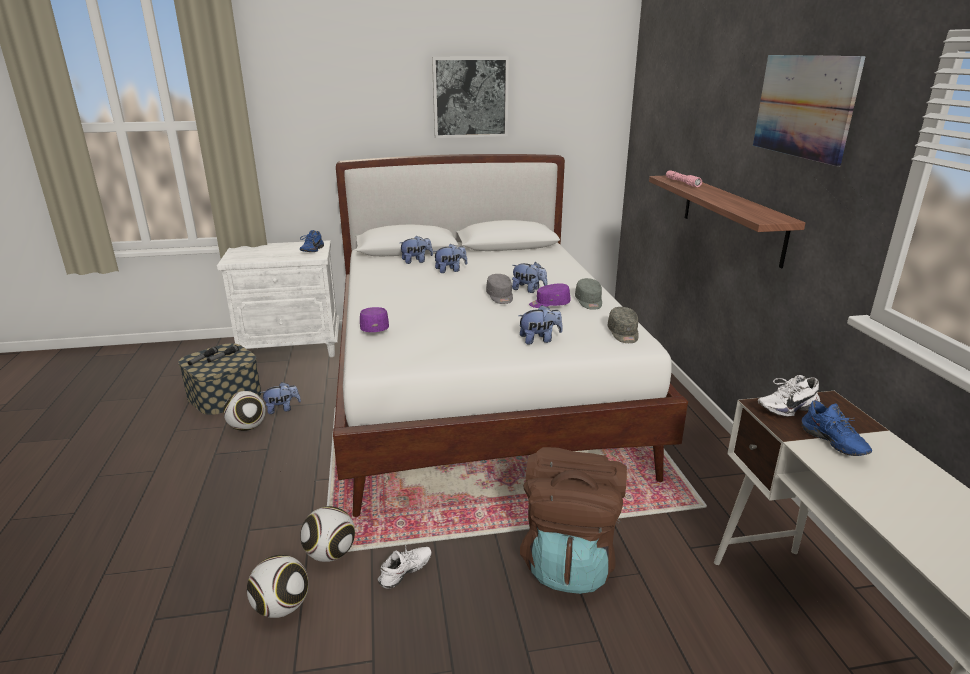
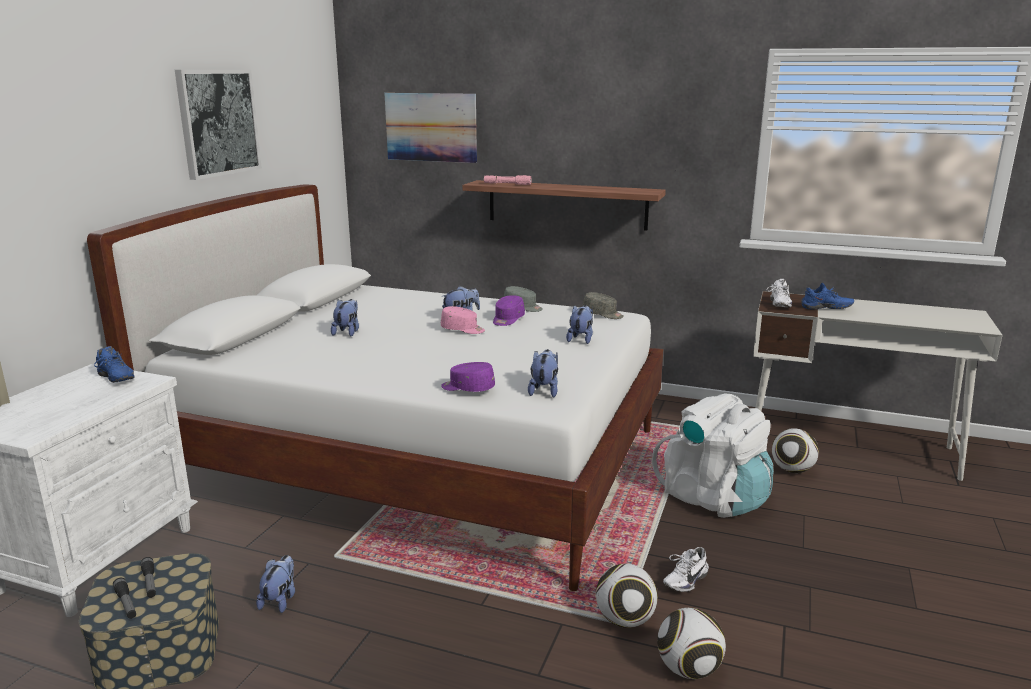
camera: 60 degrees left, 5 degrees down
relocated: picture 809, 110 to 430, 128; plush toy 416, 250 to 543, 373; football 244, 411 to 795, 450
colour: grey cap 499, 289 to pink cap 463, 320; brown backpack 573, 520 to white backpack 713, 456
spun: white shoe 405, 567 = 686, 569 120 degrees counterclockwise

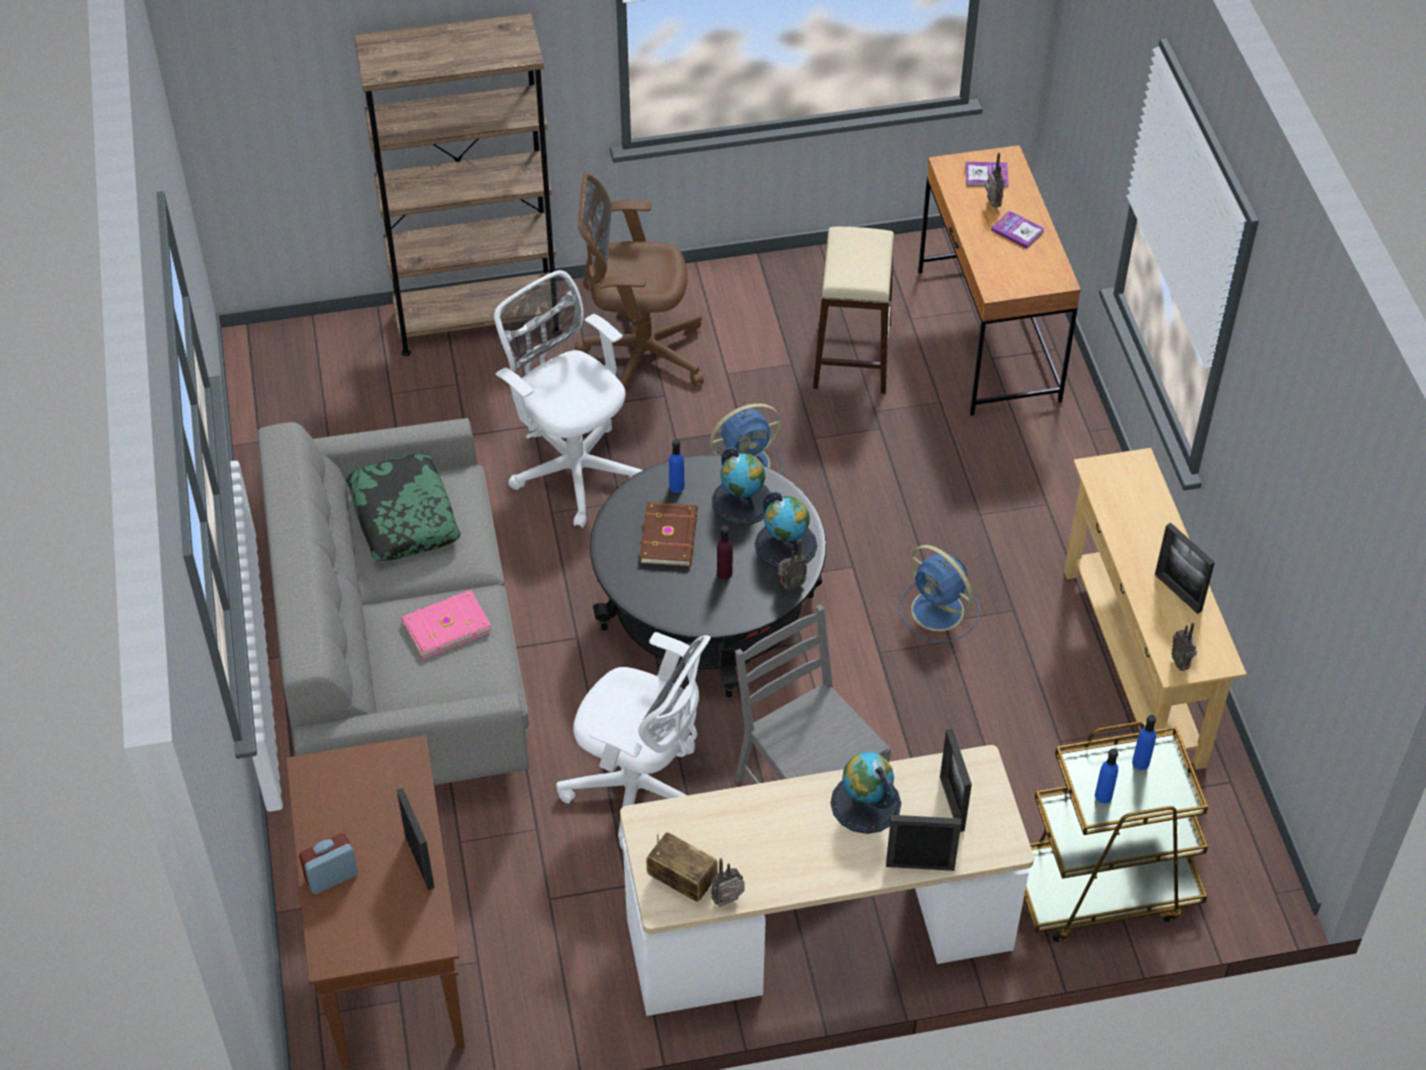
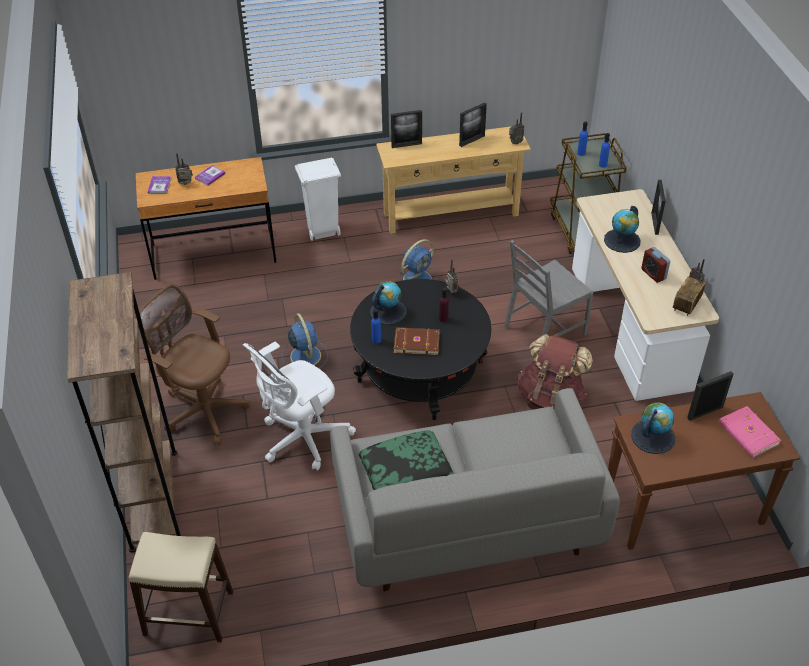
camera: 90 degrees left, 5 degrees down
appeared: white trash can 318, 199
relocated: beige stool 853, 310 to 181, 587; picture frame 956, 780 to 406, 129; globe 786, 530 to 653, 428; alarm clock 328, 863 to 655, 265; pink book 446, 624 to 750, 432
exchanged: white office chair 633, 741 to brown backpack 555, 371
spun: brown office chair 639, 282 = 192, 364 120 degrees clockwise

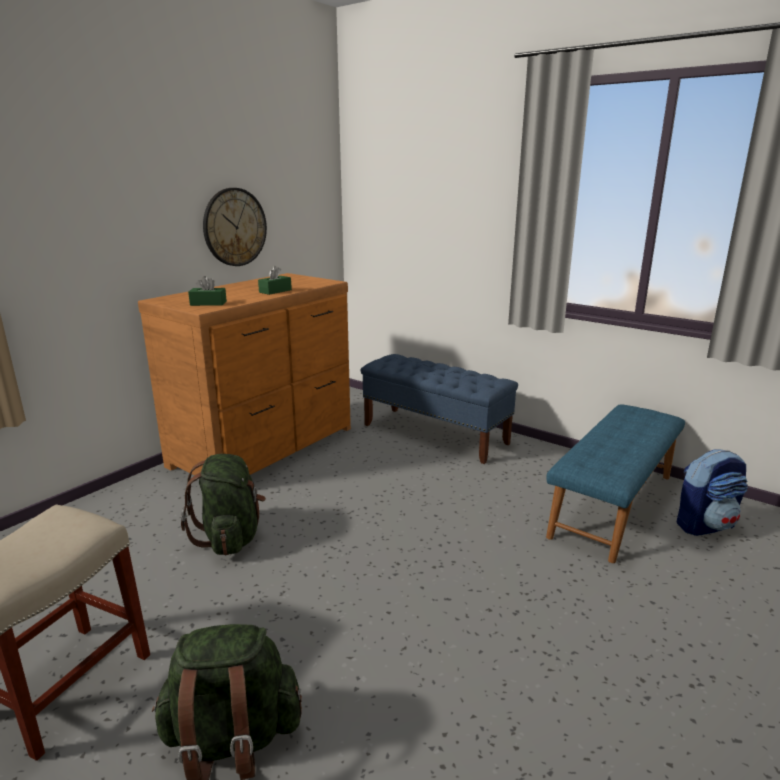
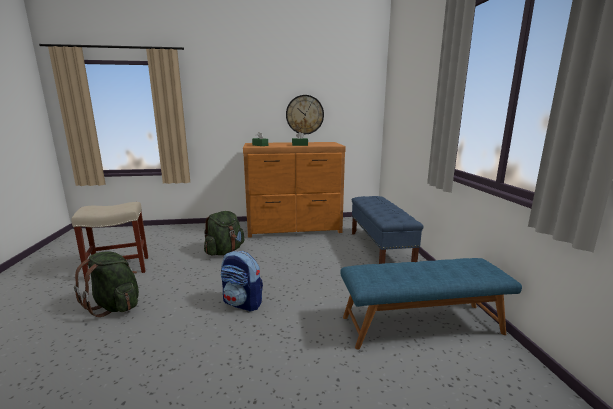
camera: 45 degrees right, 5 degrees down
relocated: backpack 712, 492 to 242, 281

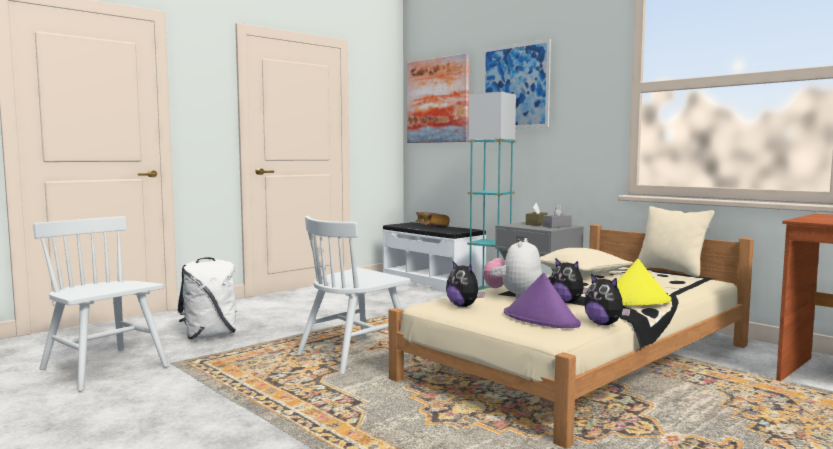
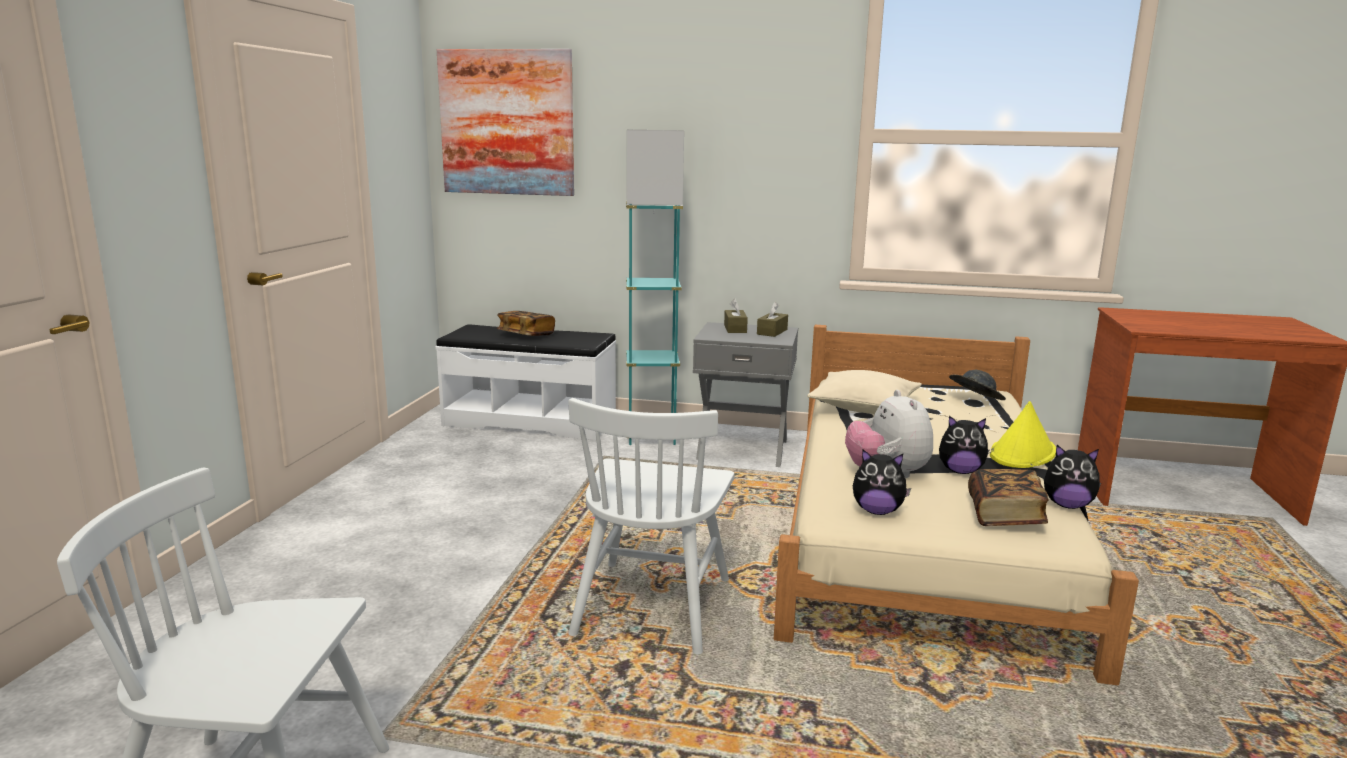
camera: 35 degrees left, 10 degrees up
missing: white backpack 206, 298; picture 517, 83; beige pillow 676, 241
appeared: grey hat 977, 385
exchanged: purple hat 542, 300 to book 1008, 497
colour: grey tissue box 557, 216 to brown tissue box 772, 319

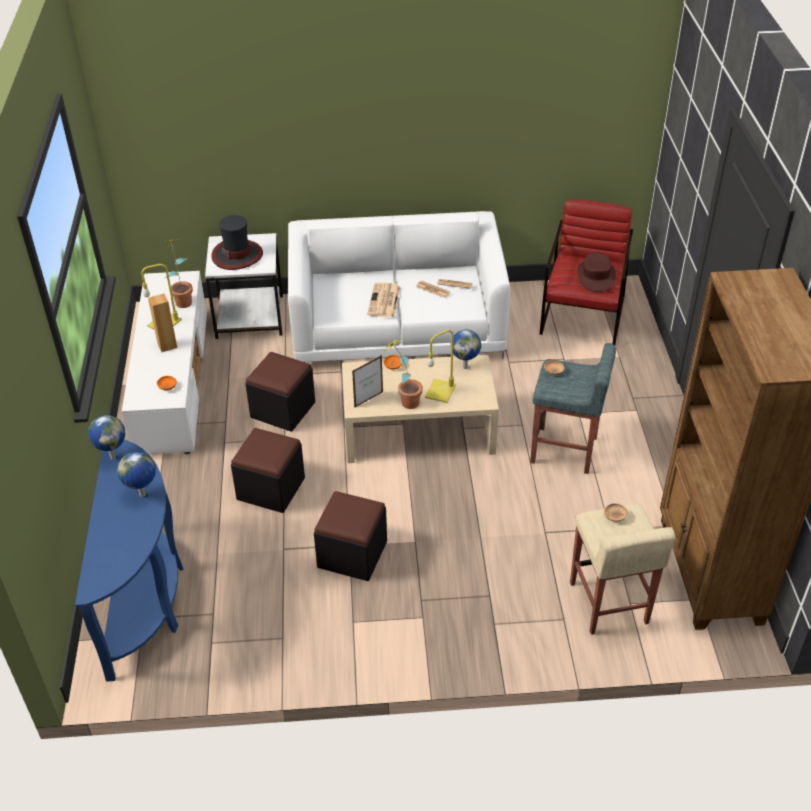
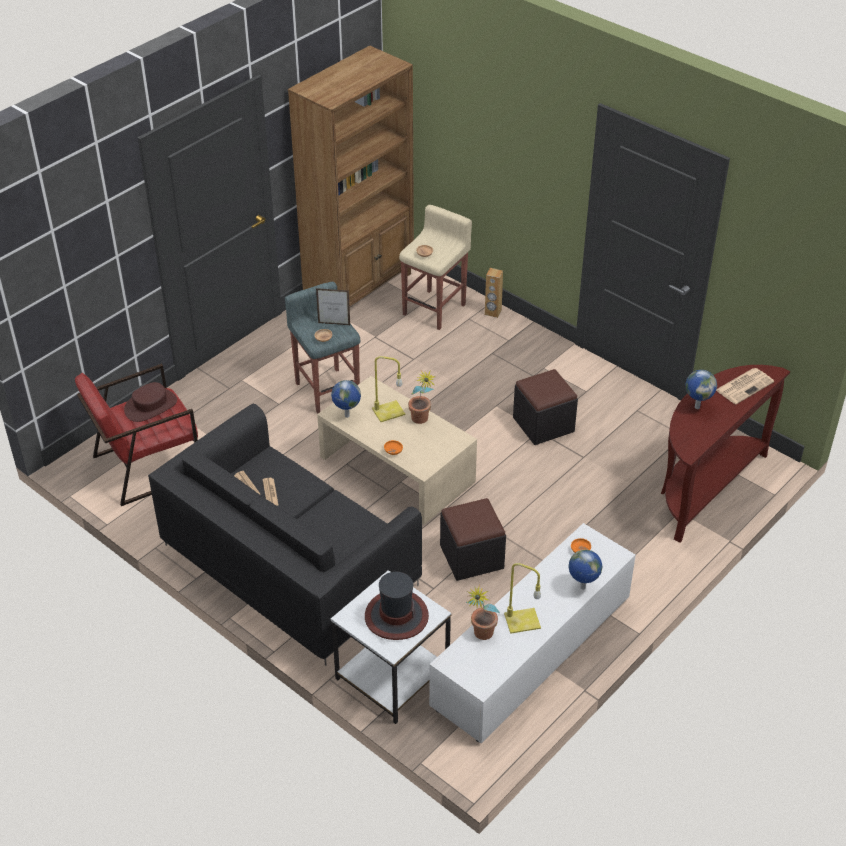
camera: 135 degrees left, 0 degrees up
missing: black ottoman 268, 470
relocated: picture frame 367, 381 to 333, 306; brown speaker 162, 322 to 494, 293; globe 106, 437 to 585, 569; newspaper 383, 299 to 745, 386
colour: white sofa 399, 286 to black sofa 285, 534; blue console table 129, 561 to brown console table 725, 454

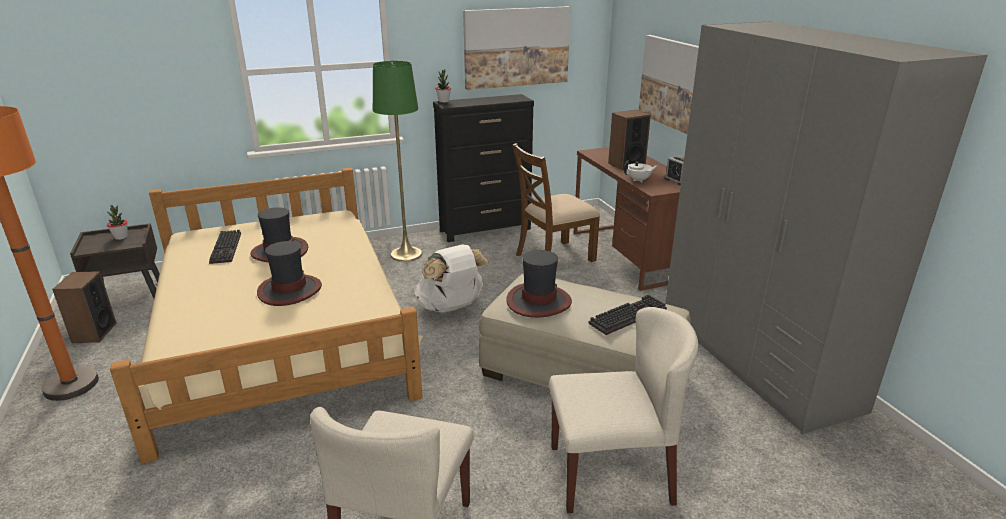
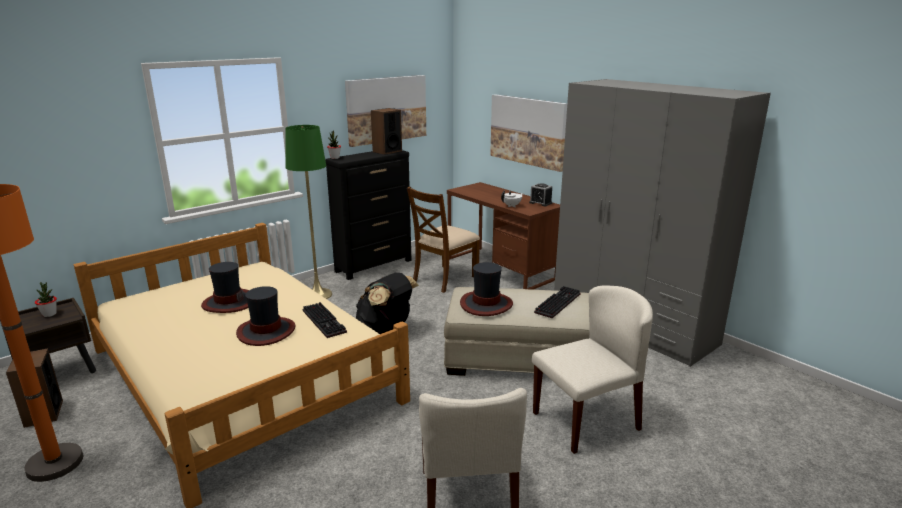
camera: 20 degrees left, 5 degrees down
relocated: keyboard 225, 247 to 325, 320; speaker 629, 140 to 386, 131
colour: white backpack 451, 278 to black backpack 387, 303

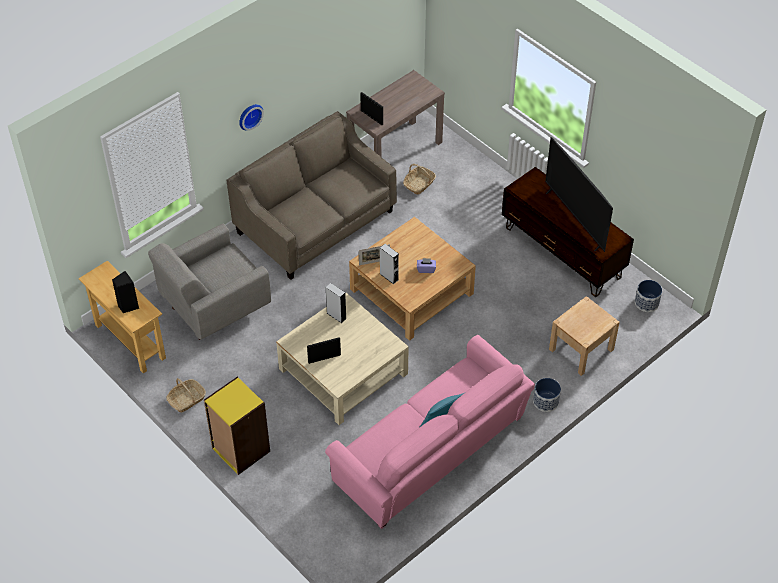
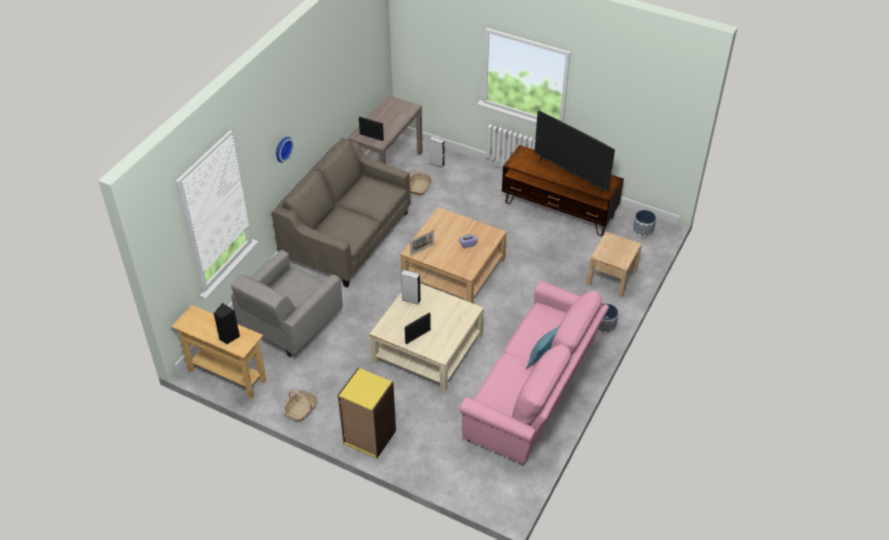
camera: 20 degrees left, 5 degrees down
relocated: grey speaker 389, 264 to 437, 152

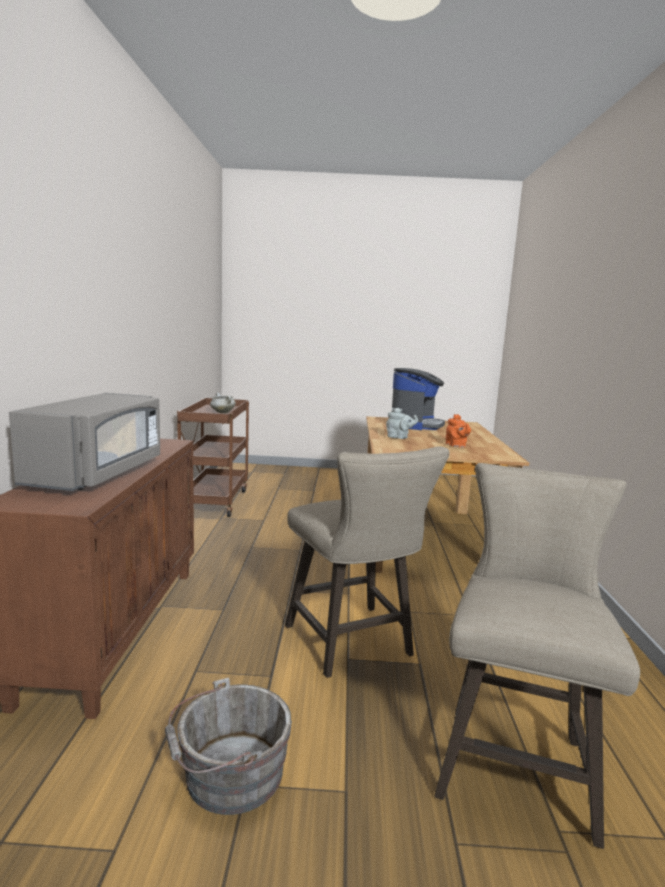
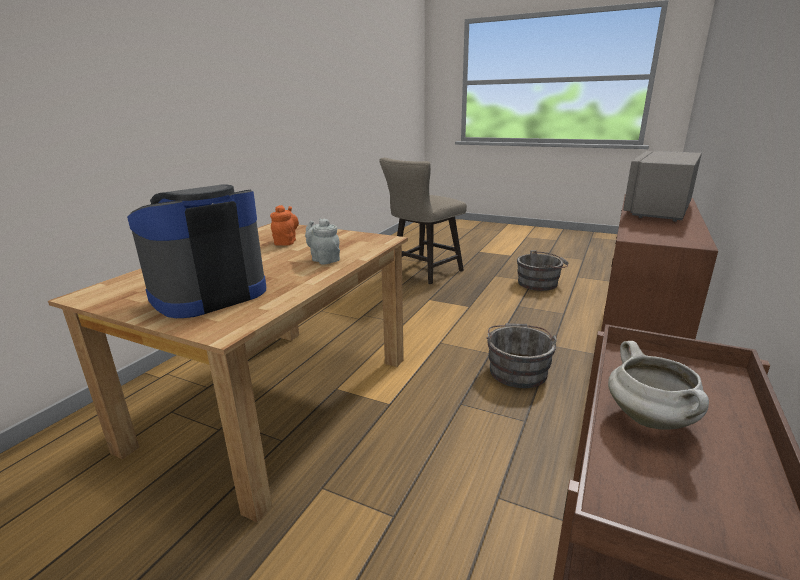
camera: 155 degrees left, 10 degrees up
missing: beige stool 367, 562
appeared: grey bucket 521, 355

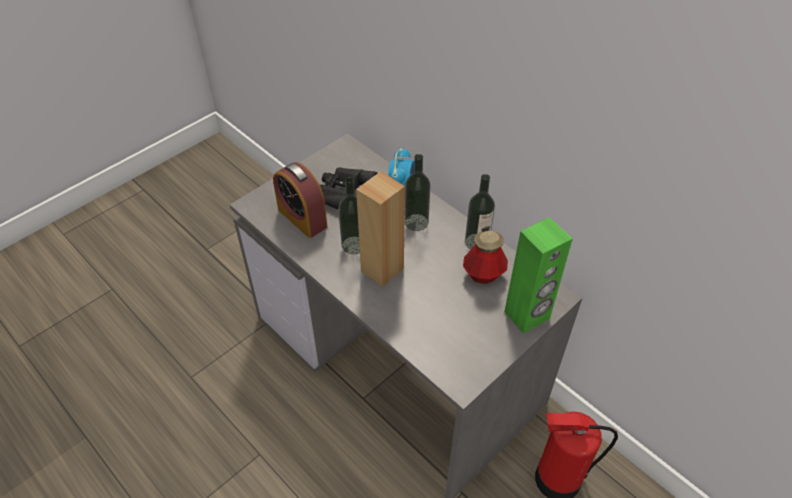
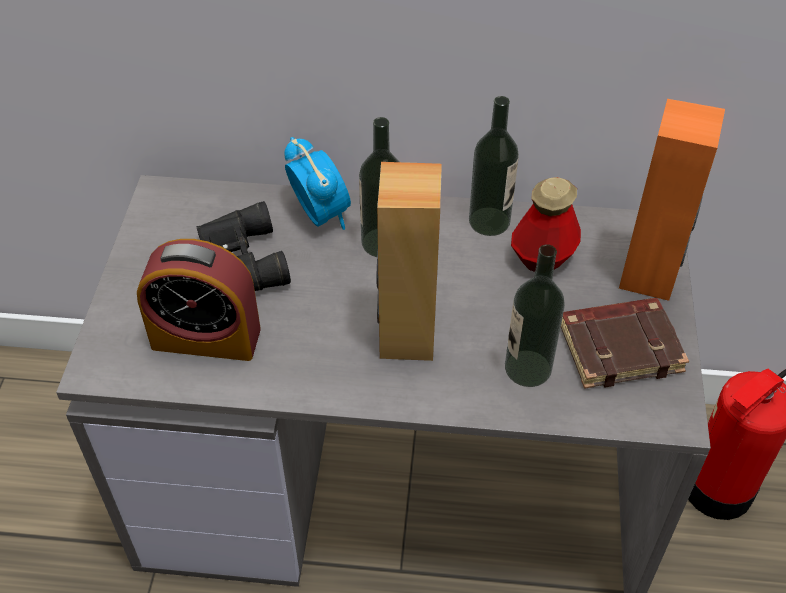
camera: 40 degrees left, 0 degrees up
appeared: brown book 625, 343
relocated: bottle 349, 216 to 535, 315
colour: green speaker 538, 275 to orange speaker 672, 200

